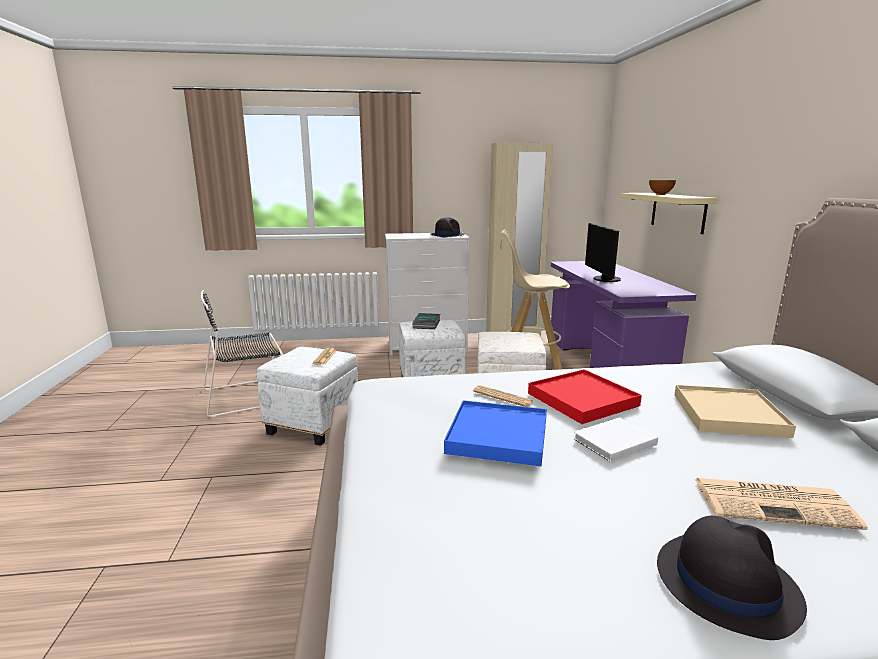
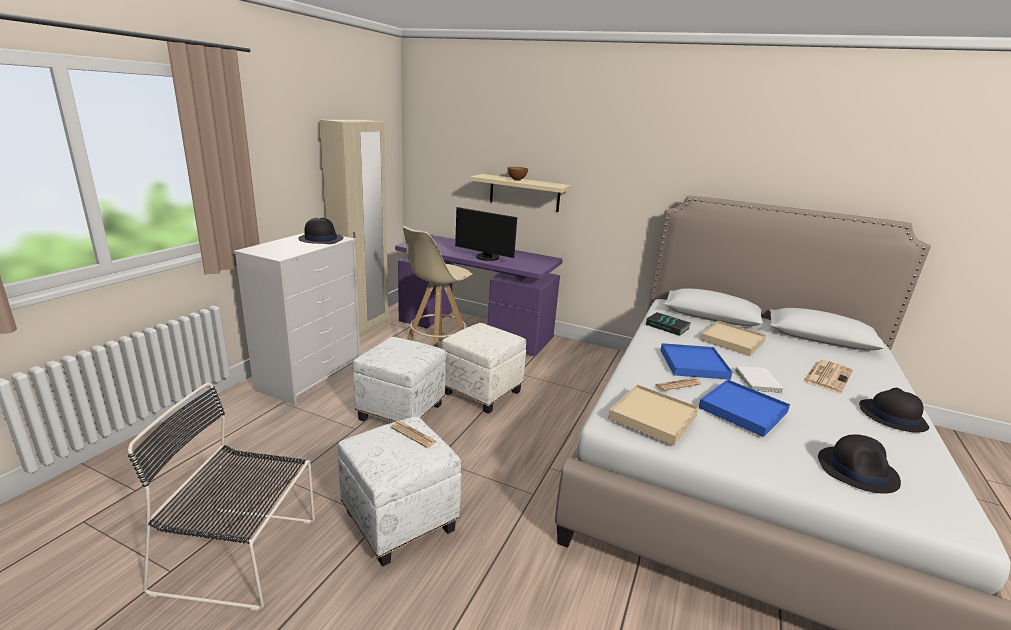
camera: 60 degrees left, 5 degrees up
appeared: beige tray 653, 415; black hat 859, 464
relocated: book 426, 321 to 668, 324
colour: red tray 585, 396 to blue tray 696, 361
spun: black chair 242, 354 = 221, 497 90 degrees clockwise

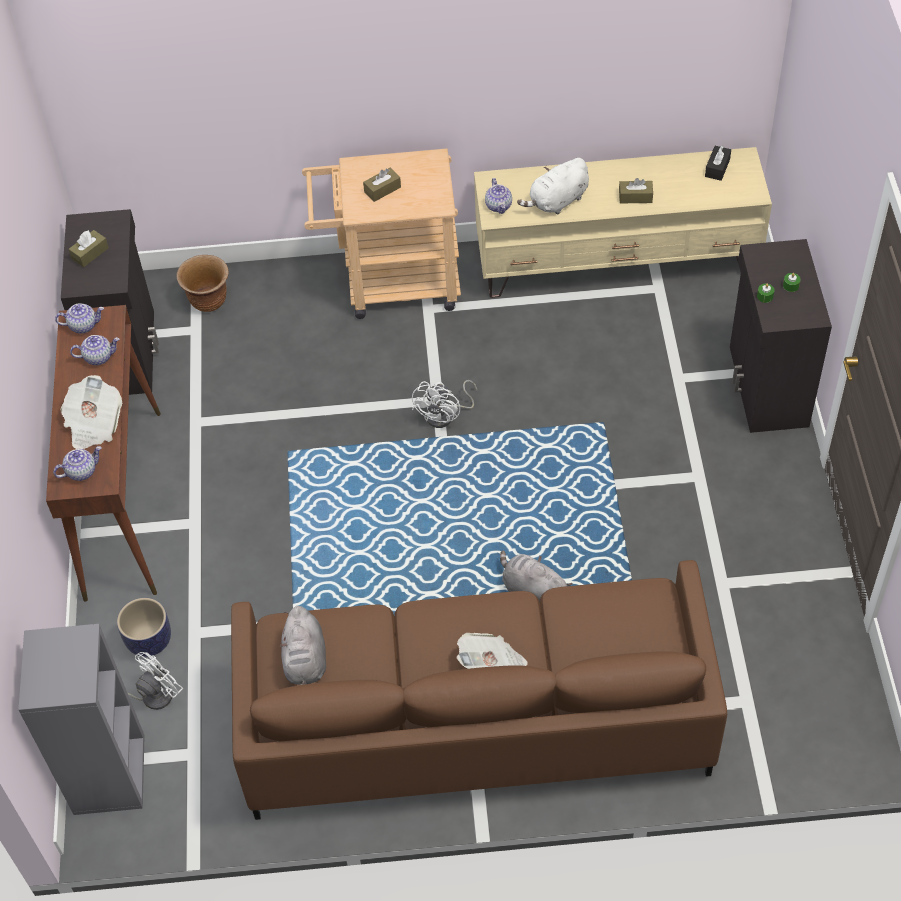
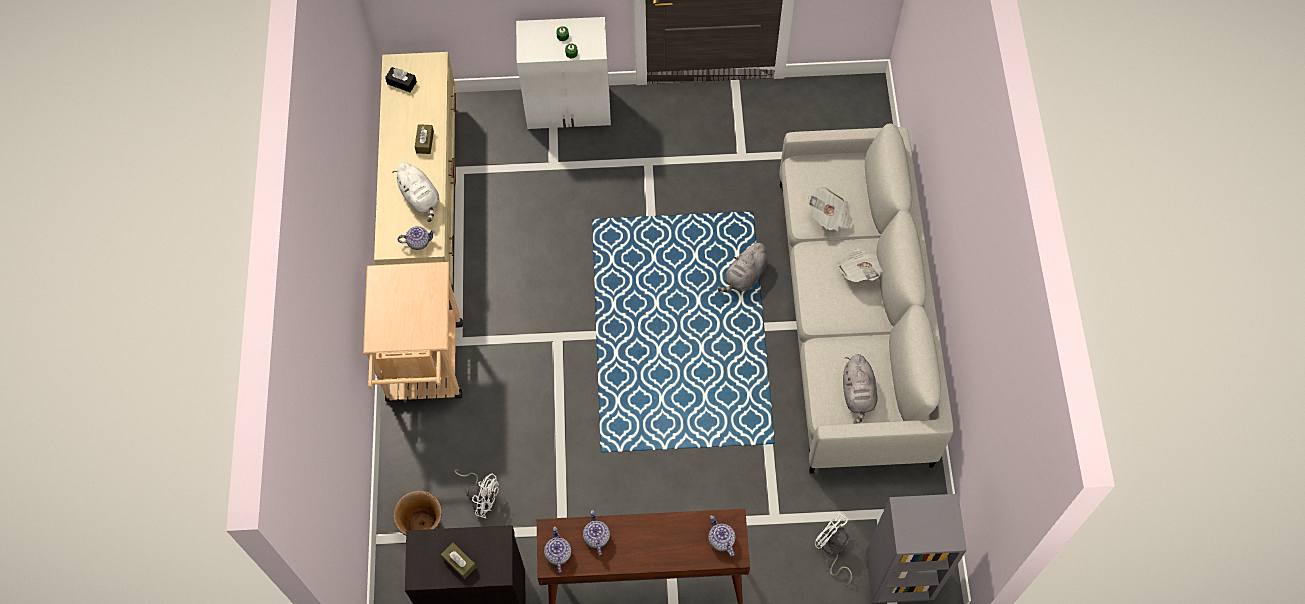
camera: 90 degrees left, 10 degrees up
missing: planter 144, 627; brown tissue box 382, 185
relocated: white fan 444, 404 to 477, 493; newspaper 92, 412 to 830, 209
colour: black cabinet 781, 336 to white cabinet 563, 73; brown sofa 479, 690 to grey sofa 867, 298
spun: grey plush toy 302, 645 = 860, 389 90 degrees clockwise

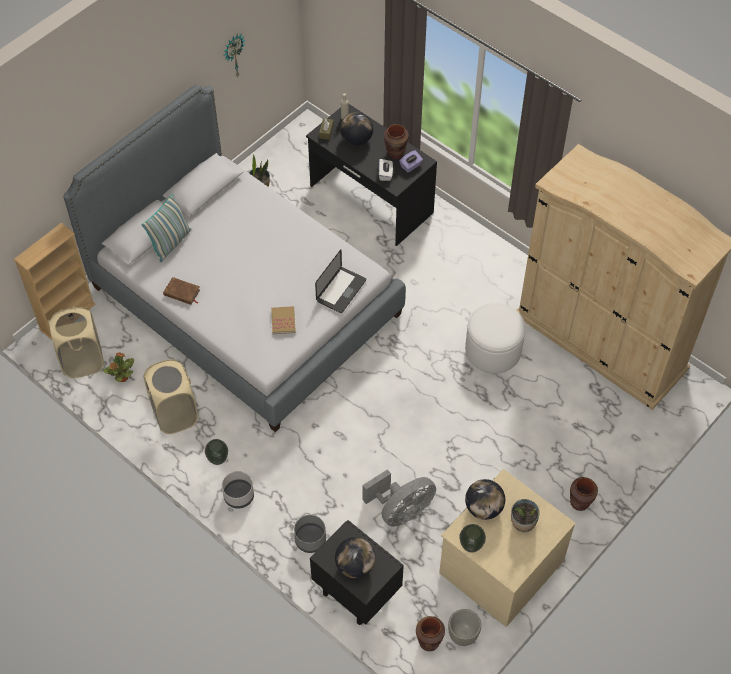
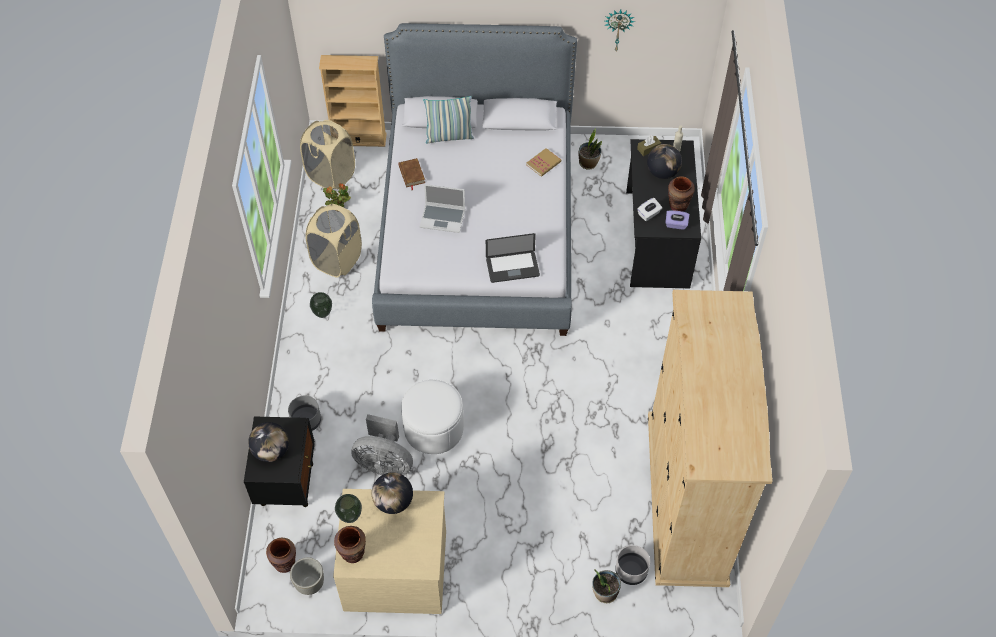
camera: 50 degrees right, 0 degrees up
appeared: laptop 442, 208
relocated: brown vase 584, 494 to 350, 544; white ottoman 495, 338 to 432, 416; book 283, 320 to 543, 162; potted plant 525, 515 to 606, 586; grey planter 238, 490 to 632, 565

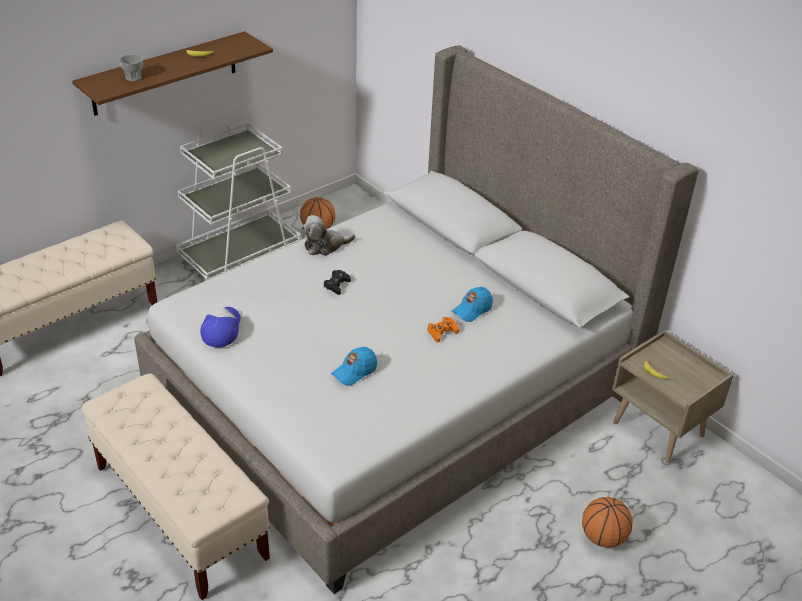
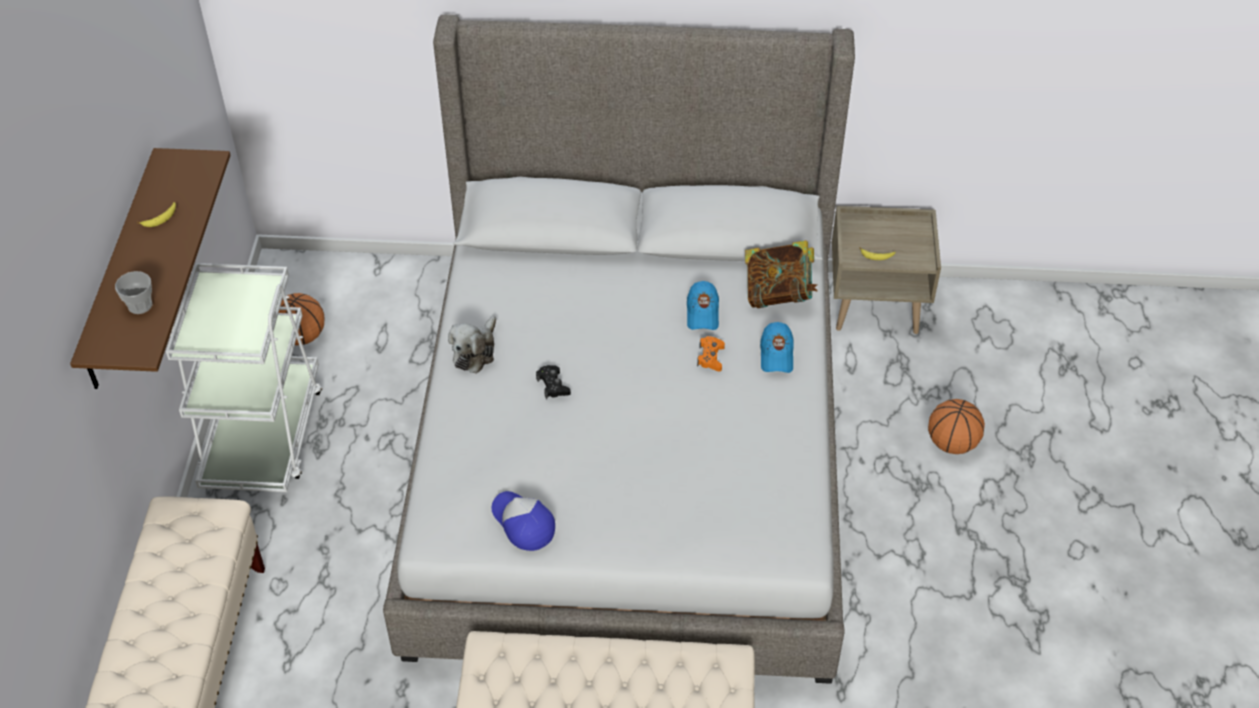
camera: 45 degrees left, 10 degrees up
appeared: book 781, 274
relocated: blue cap 354, 366 to 777, 347

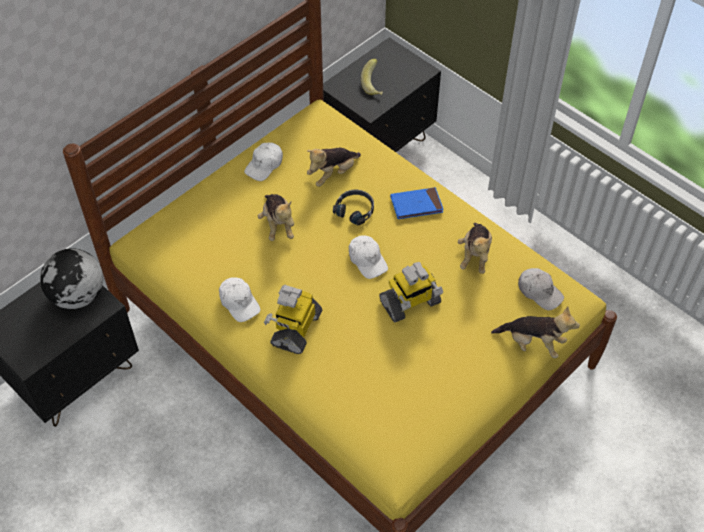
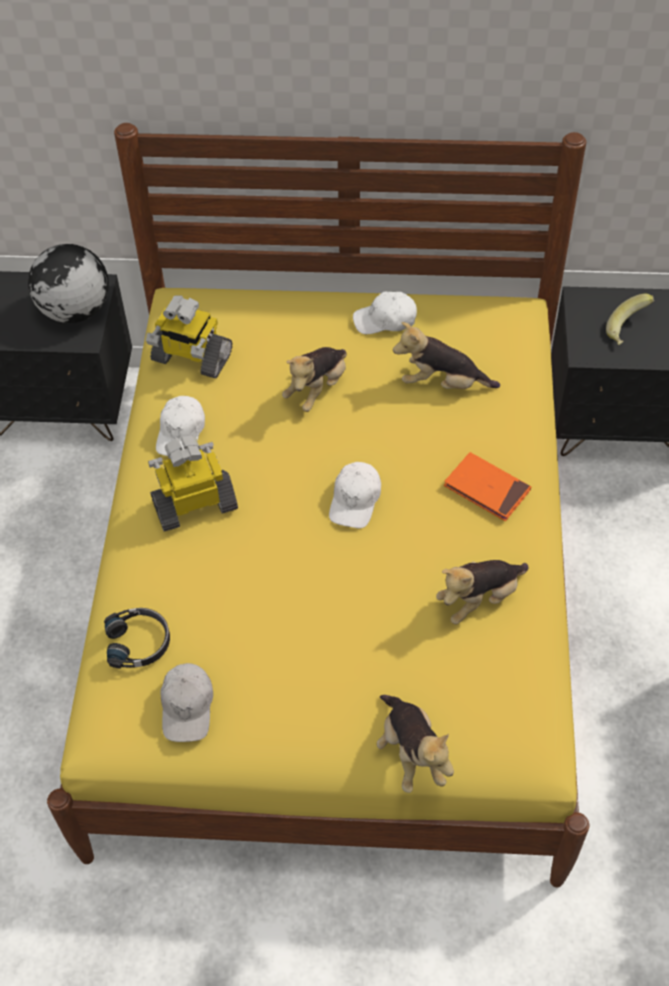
camera: 50 degrees right, 0 degrees up
relocated: black headphones 353, 207 to 137, 638; toy robot 411, 292 to 189, 337; white cap 541, 289 to 186, 702
colour: blue book 417, 203 to orange book 487, 486

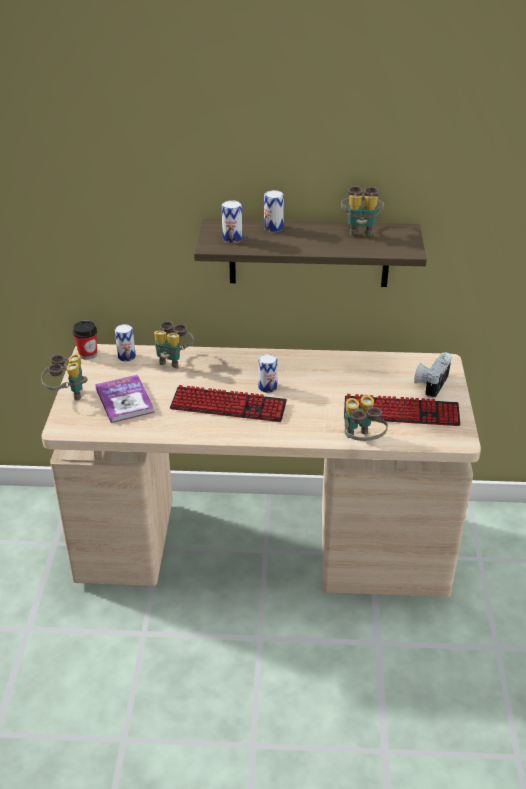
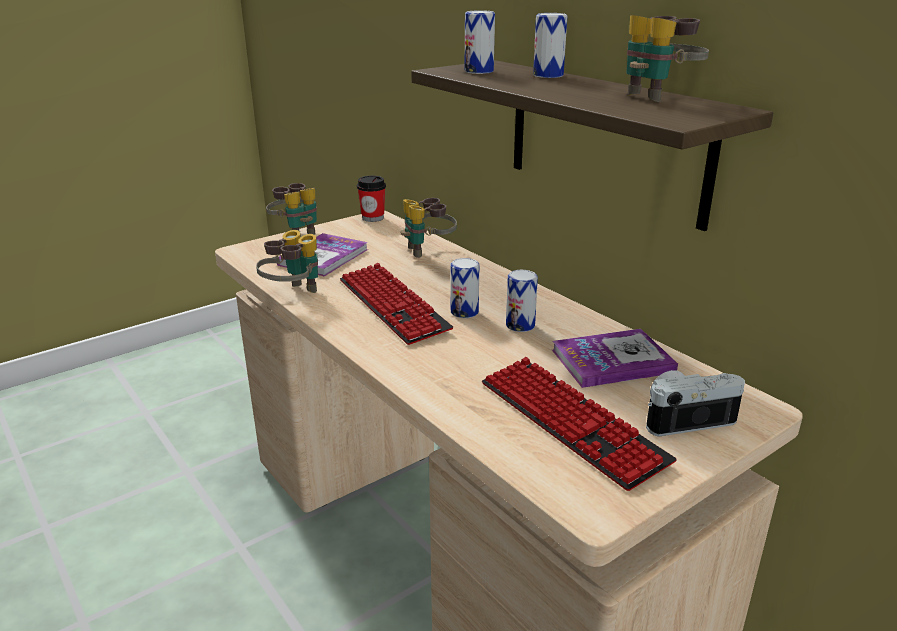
camera: 50 degrees right, 10 degrees down
appeared: book 615, 358
relocated: binoculars 366, 418 to 287, 261; can 125, 343 to 522, 301

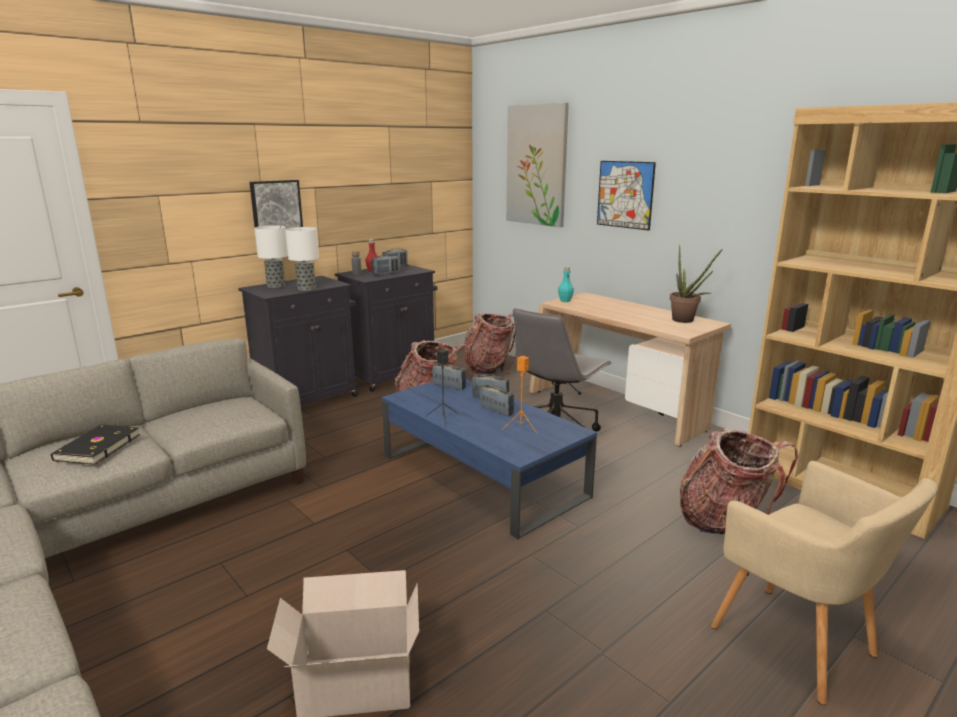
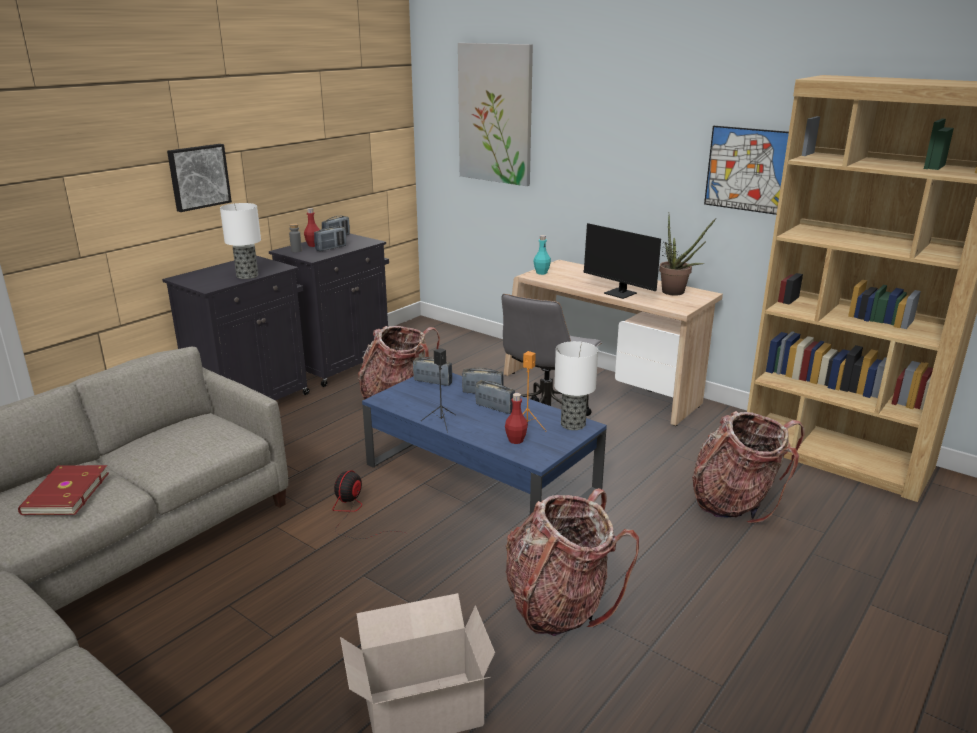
camera: 10 degrees left, 5 degrees up
missing: beige armchair 824, 583
appeared: fan 368, 504; red bottle 516, 418; monitor 634, 261
relocated: backpack 490, 343 to 572, 562; table lamp 271, 256 to 576, 385; picture 626, 195 to 746, 170
colour: black book 95, 445 to red book 63, 490

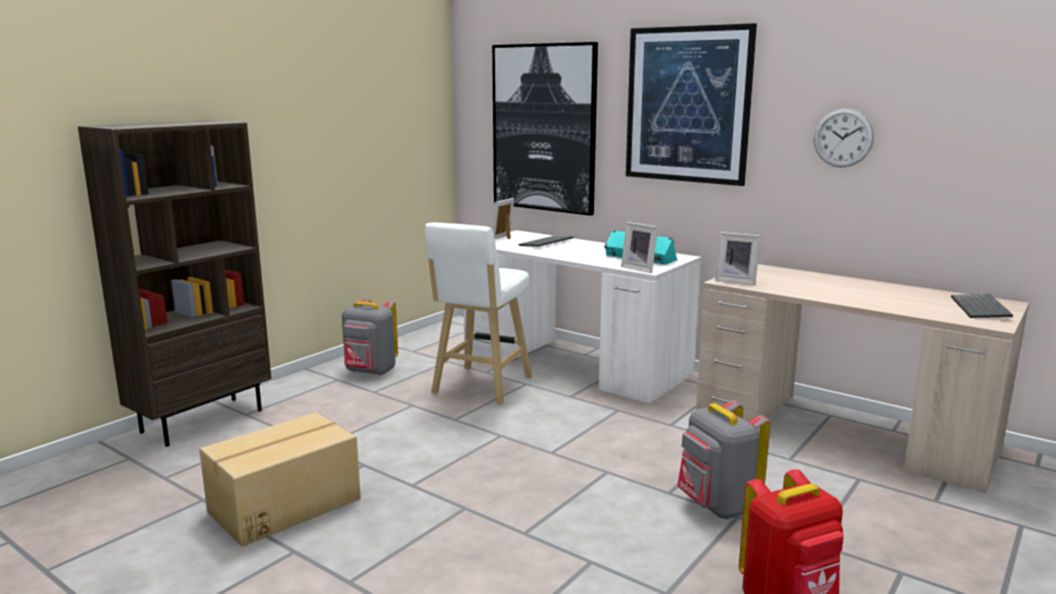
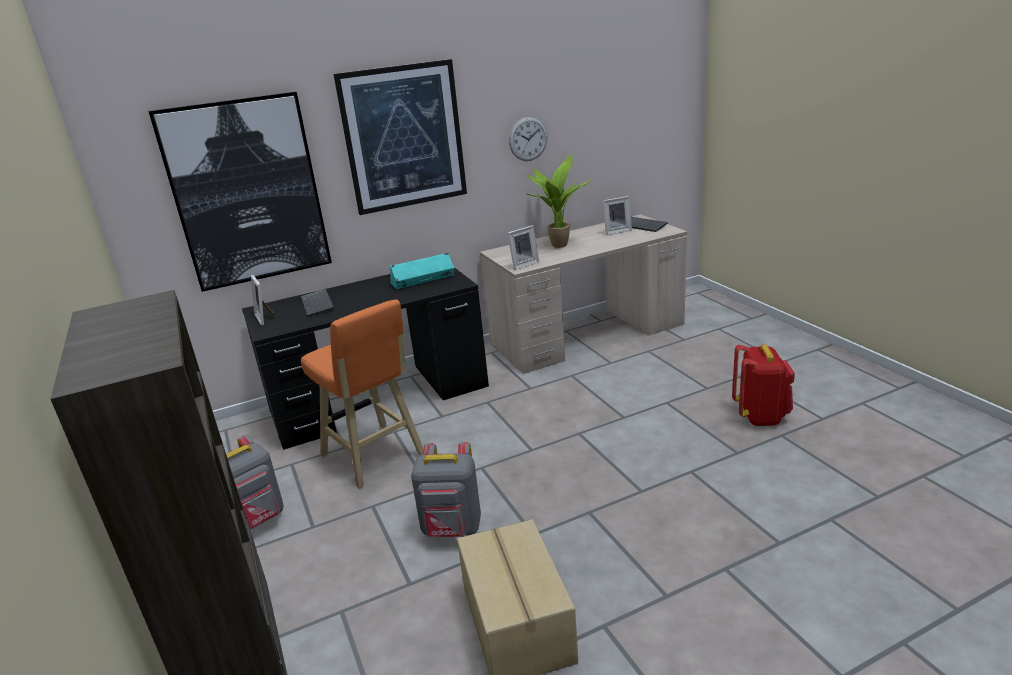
camera: 60 degrees left, 10 degrees up
appeared: potted plant 559, 201
relocated: grey backpack 723, 459 to 446, 489; picture frame 639, 247 to 617, 215
colour: white desk 582, 316 to black desk 365, 358; white stool 478, 313 to orange stool 362, 394

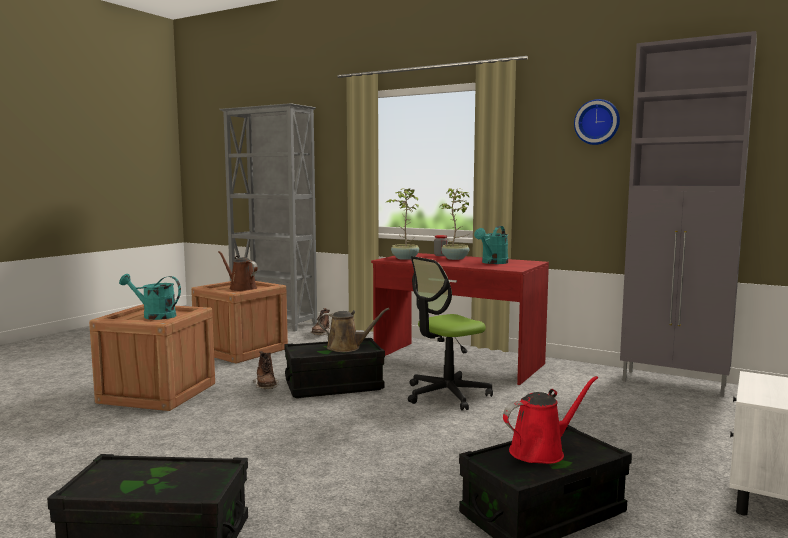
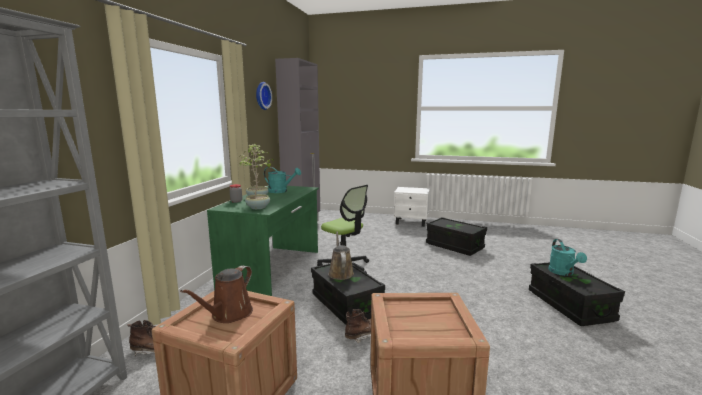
camera: 105 degrees left, 5 degrees up
missing: red watering can 550, 420
relocated: turquoise watering can 150, 297 to 567, 257
colour: red desk 460, 319 to green desk 263, 241

